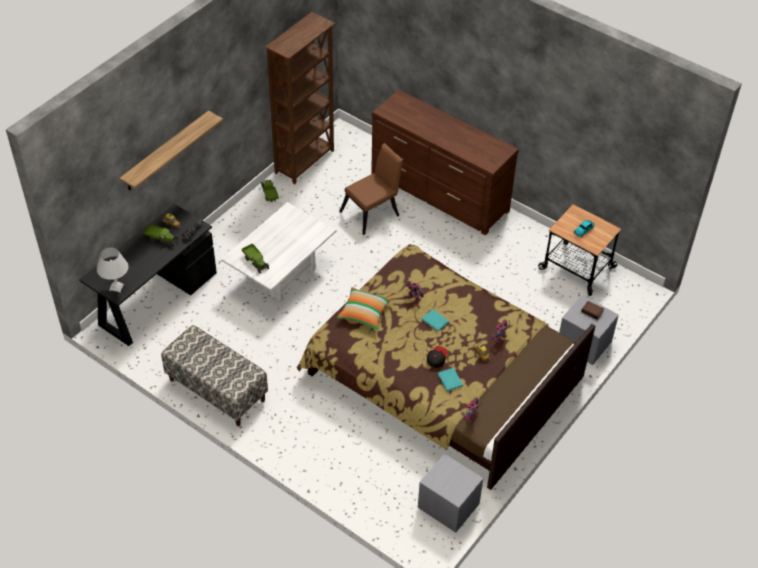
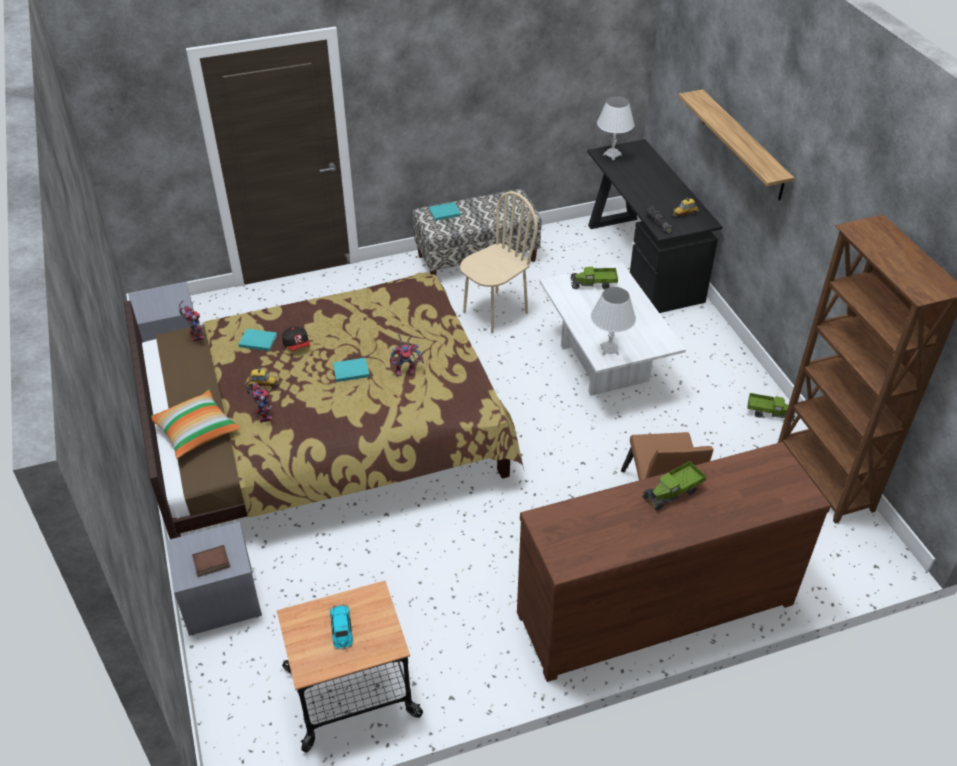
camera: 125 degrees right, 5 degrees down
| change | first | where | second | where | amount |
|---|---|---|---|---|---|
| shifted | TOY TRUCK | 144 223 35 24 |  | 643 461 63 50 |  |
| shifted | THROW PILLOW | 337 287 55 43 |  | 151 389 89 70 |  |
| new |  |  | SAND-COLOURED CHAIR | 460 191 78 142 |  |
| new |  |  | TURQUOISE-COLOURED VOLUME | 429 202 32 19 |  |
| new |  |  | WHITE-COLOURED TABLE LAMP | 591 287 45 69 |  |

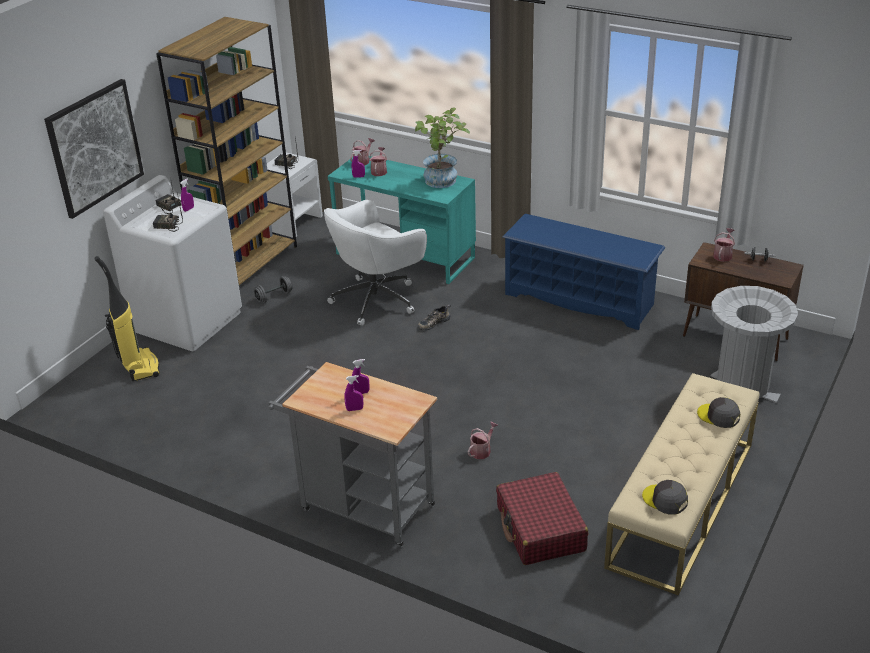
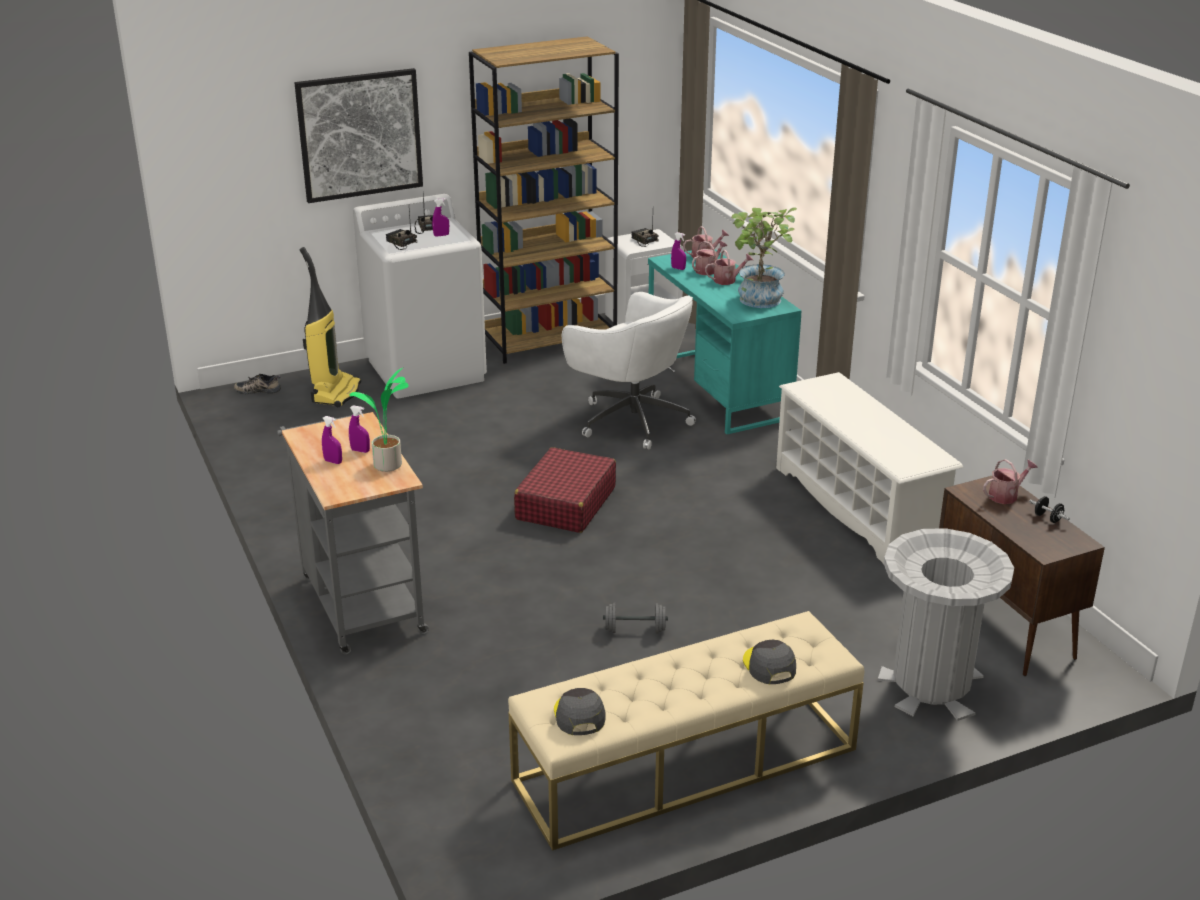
camera: 35 degrees right, 5 degrees down
| change | first | where | second | where | amount |
|---|---|---|---|---|---|
| rotated | WHITE-COLOURED DESK CHAIR | 324 200 103 126 |  | 562 292 134 157 | 135 degrees counterclockwise |
| repainted | BLUISH SHOE SHELF | 502 214 163 116 | WHITE-COLOURED SHOE SHELF | 776 372 187 192 |  |
| shifted | GREYISH DUMBBELL | 254 276 38 27 |  | 603 602 65 32 |  |
| shifted | LOW SHOE | 418 305 33 26 |  | 234 374 47 20 |  |
| shifted | WATERING CAN | 468 422 30 37 |  | 705 250 48 35 |  |
| shifted | RED-COLOURED SUITCASE | 496 472 92 93 |  | 514 447 102 86 |  |
| new |  |  | PLANT IN A POT | 349 367 60 105 |  |

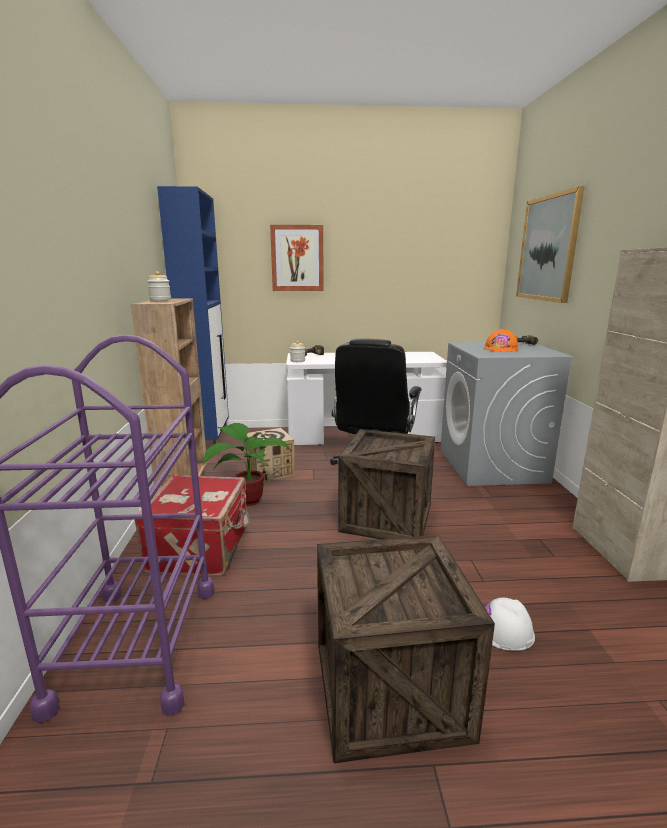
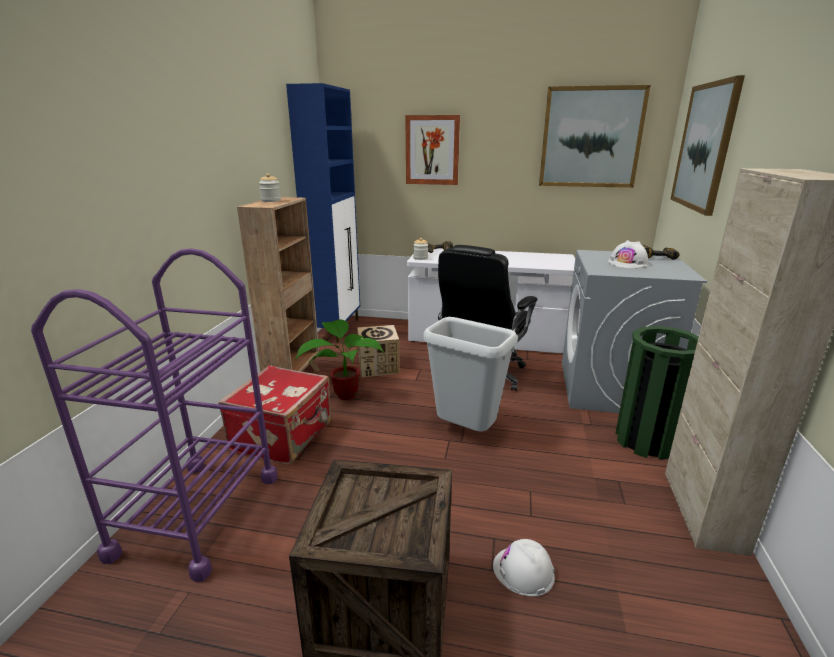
camera: 15 degrees right, 5 degrees up
| change | first | where | second | where | amount |
|---|---|---|---|---|---|
| repainted | ORANGE WORK HELMET | 484 329 35 23 | WHITE-COLOURED WORK HELMET | 608 240 40 28 |  |
| swapped | CRATE | 338 429 97 110 | GREYISH RUBBISH BIN | 423 317 95 114 |  |
| new |  |  | PICTURE | 539 85 112 103 |  |
| new |  |  | GREENISH RUBBISH BIN | 615 326 83 134 |  |

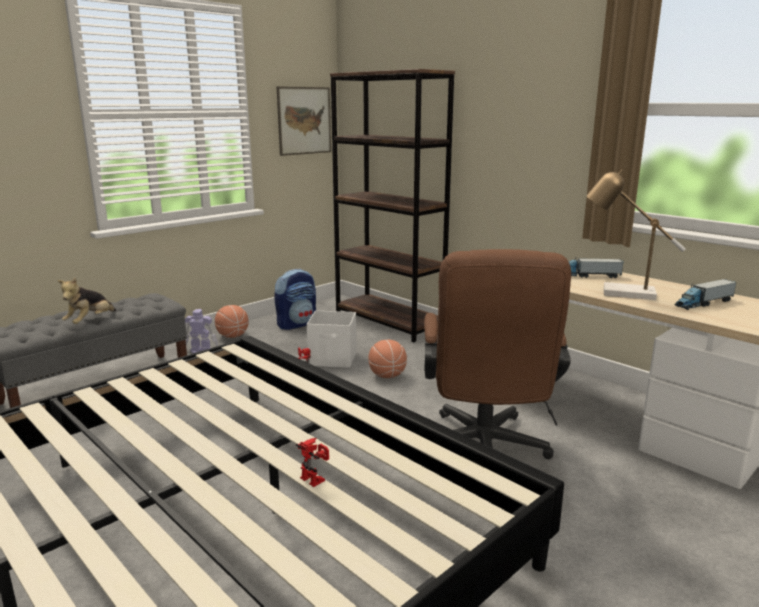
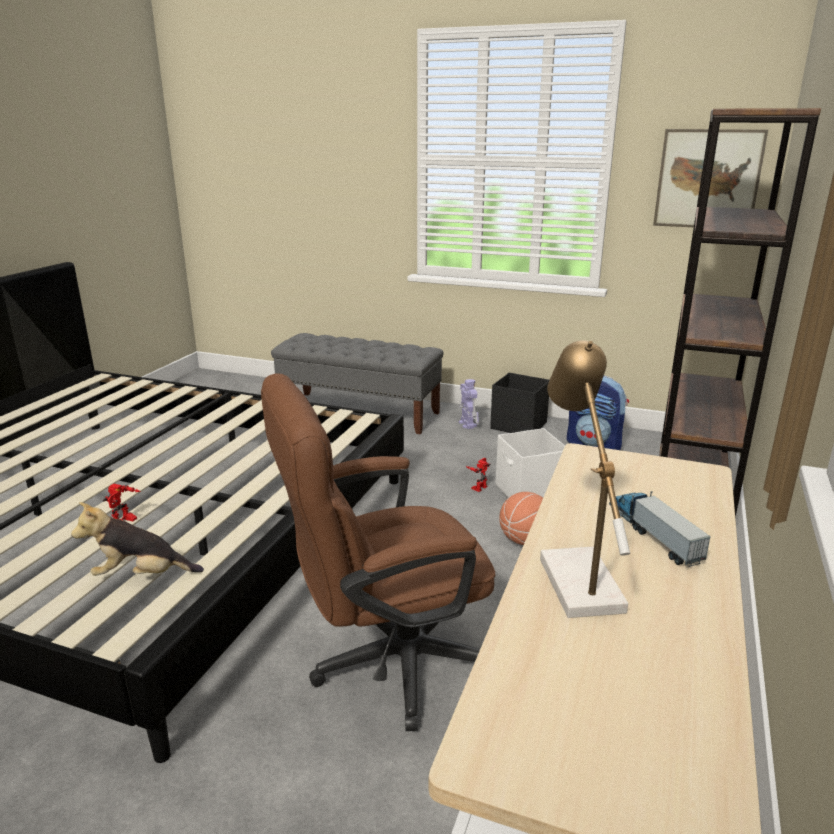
camera: 65 degrees right, 5 degrees up
| change | first | where | second | where | amount |
|---|---|---|---|---|---|
| shifted | CUDDLY TOY | 57 277 59 47 |  | 71 502 133 74 |  |
| gone | TOY TRUCK | 675 279 62 31 |  |  |  |
| swapped | BALL FOR BASKETBALL | 215 305 34 33 | BLACK STORAGE CONTAINER | 490 373 59 60 |  |

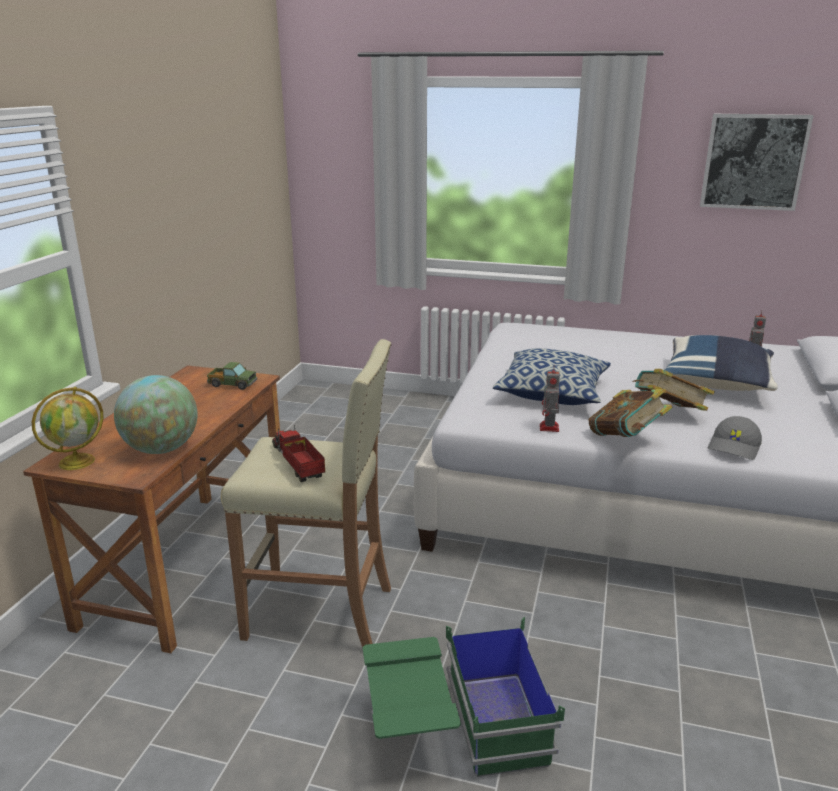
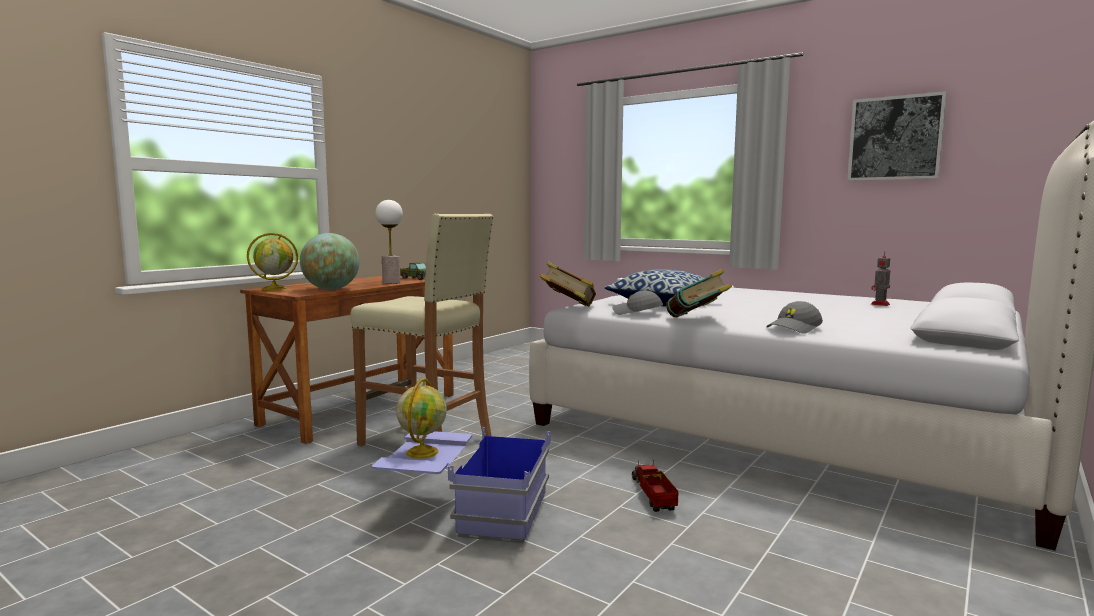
camera: 20 degrees right, 15 degrees down
| change | first | where | second | where | amount |
|---|---|---|---|---|---|
| gone | BLUISH THROW PILLOW | 665 335 113 56 |  |  |  |
| shifted | VOLUME | 632 369 83 42 |  | 540 262 56 45 |  |
| swapped | TOY ROBOT | 540 370 20 62 | GREYISH PEAKED CAP | 612 290 51 25 |  |
| shifted | TOY TRUCK | 272 425 53 57 |  | 632 460 47 52 |  |
| repainted | GREENISH STORAGE CONTAINER | 363 617 202 160 | BLUISH STORAGE CONTAINER | 372 427 179 116 |  |
| new |  |  | TABLE LAMP | 375 200 28 84 |  |
| new |  |  | WORLD GLOBE | 396 378 51 81 |  |

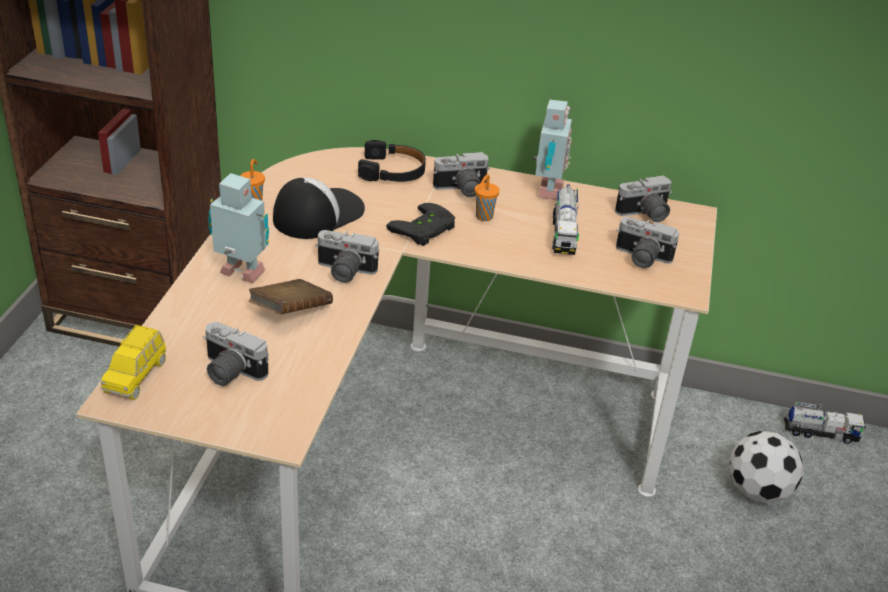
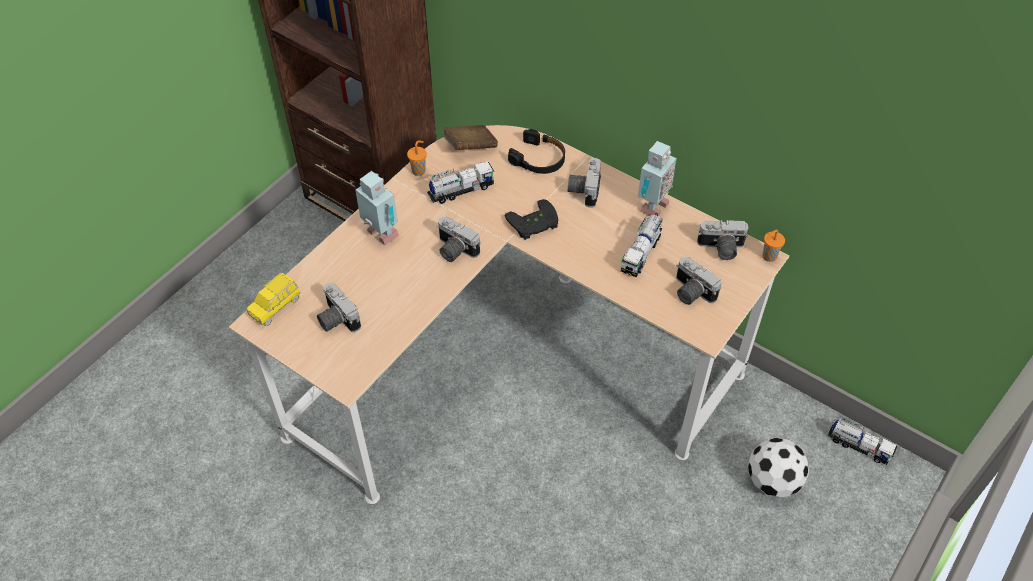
camera: 25 degrees right, 15 degrees up
| change | first | where | second | where | amount |
|---|---|---|---|---|---|
| rotated | PHOTO CAMERA | 433 152 57 45 |  | 568 158 33 50 | 90 degrees clockwise |
| shifted | ORANGE DRINKING CUP | 475 174 25 47 |  | 762 230 23 32 |  |
| swapped | PEAKED CAP | 273 177 92 62 | TOY TRUCK | 427 161 67 43 |  |
| shifted | BROWN VOLUME | 249 279 84 36 |  | 443 125 55 25 |  |

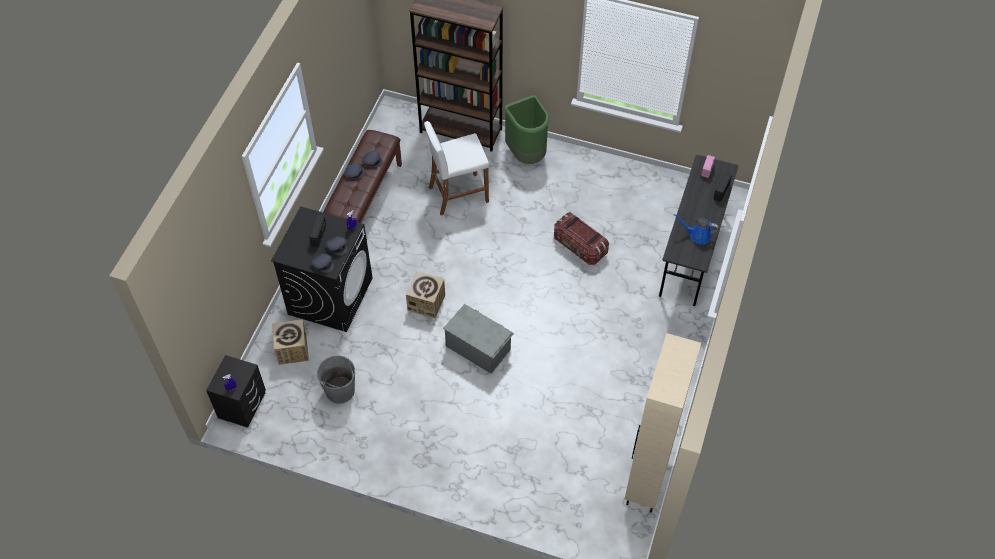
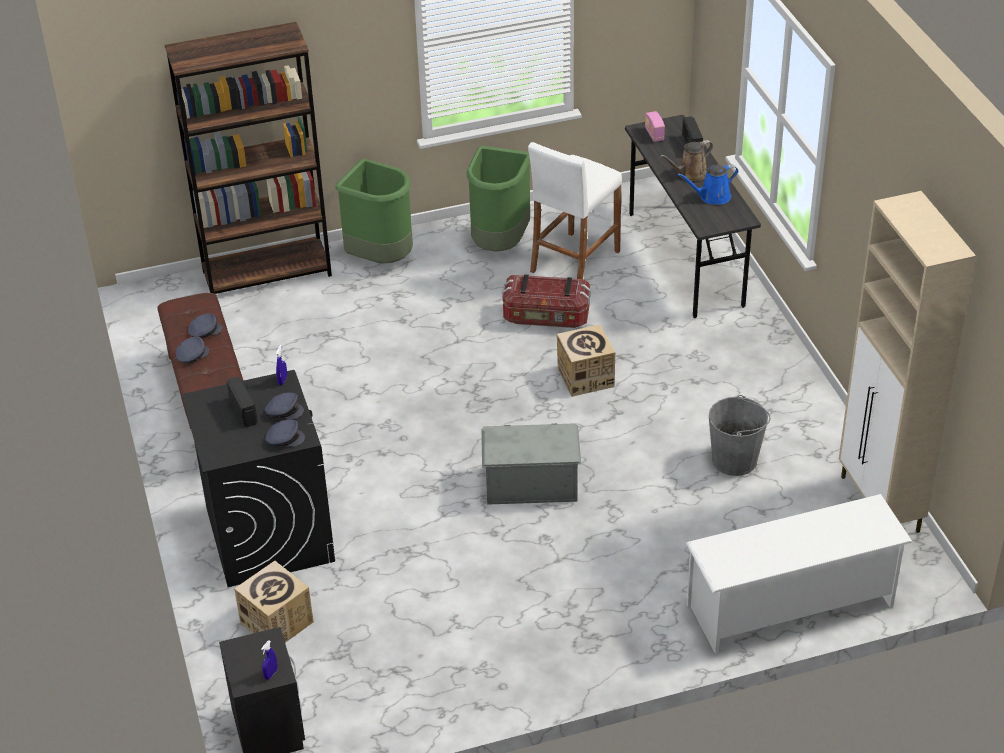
camera: 35 degrees left, 15 degrees down
| change | first | where | second | where | amount |
|---|---|---|---|---|---|
| shifted | WHITE-COLOURED STOOL | 424 121 65 94 |  | 528 142 94 137 |  |
| shifted | CARDBOARD BOX | 406 271 39 48 |  | 557 325 58 72 |  |
| shifted | GREYISH WATER BUCKET | 317 355 38 49 |  | 709 395 62 81 |  |
| new |  |  | BROWN WATERING CAN | 660 140 53 41 |  |
| new |  |  | GREENISH RUBBISH BIN | 467 146 63 105 |  |
| new |  |  | WHITE-COLOURED SHOE SHELF | 686 494 227 160 |  |

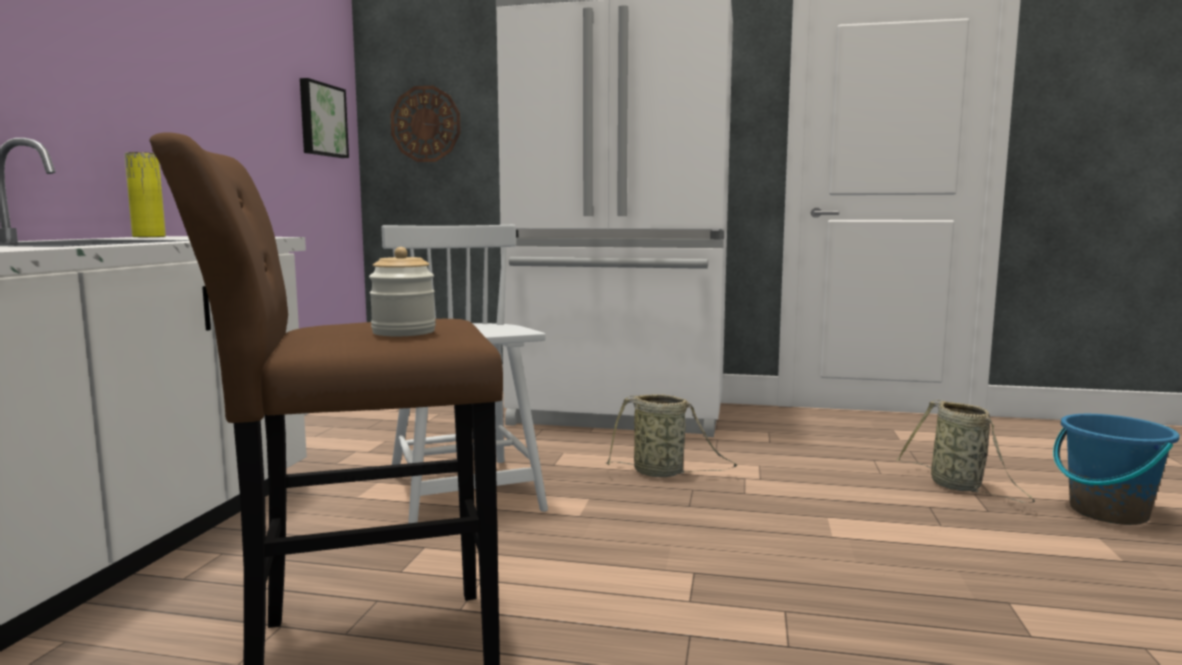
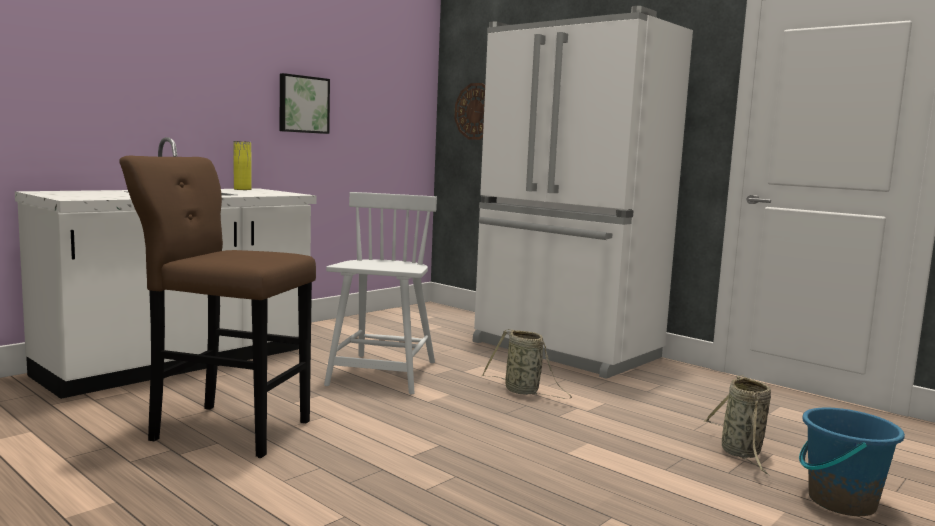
camera: 30 degrees right, 0 degrees up
| change | first | where | second | where | amount |
|---|---|---|---|---|---|
| shifted | PICTURE | 300 78 49 80 |  | 280 73 50 61 |  |
| gone | PRESERVE JAR | 369 247 67 89 |  |  |  |

